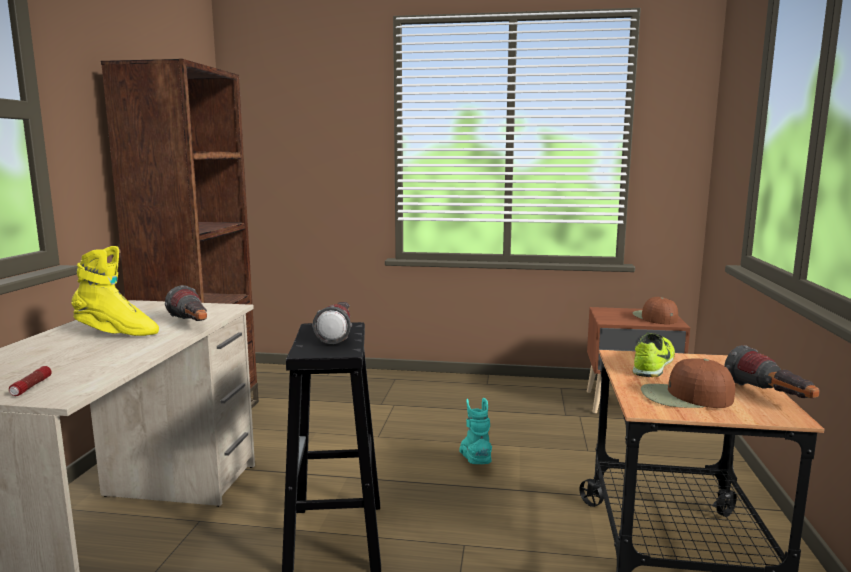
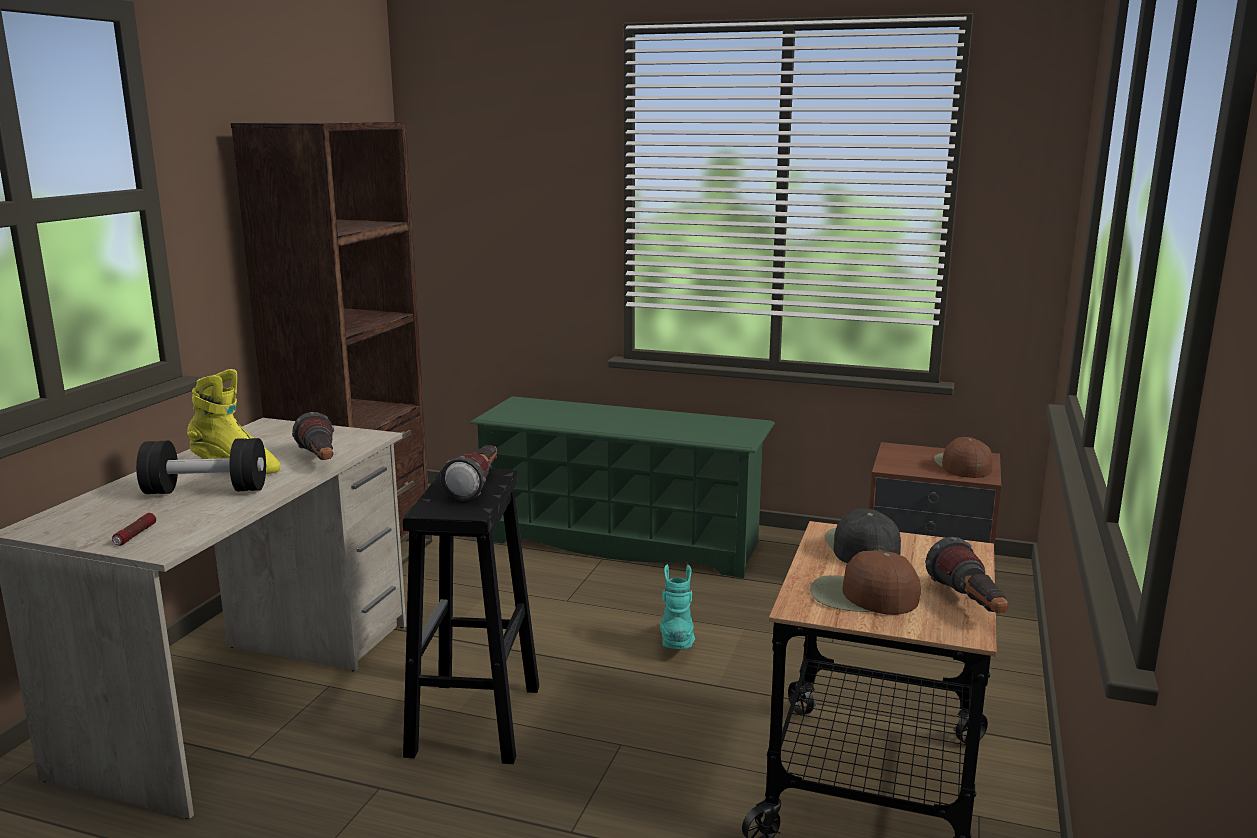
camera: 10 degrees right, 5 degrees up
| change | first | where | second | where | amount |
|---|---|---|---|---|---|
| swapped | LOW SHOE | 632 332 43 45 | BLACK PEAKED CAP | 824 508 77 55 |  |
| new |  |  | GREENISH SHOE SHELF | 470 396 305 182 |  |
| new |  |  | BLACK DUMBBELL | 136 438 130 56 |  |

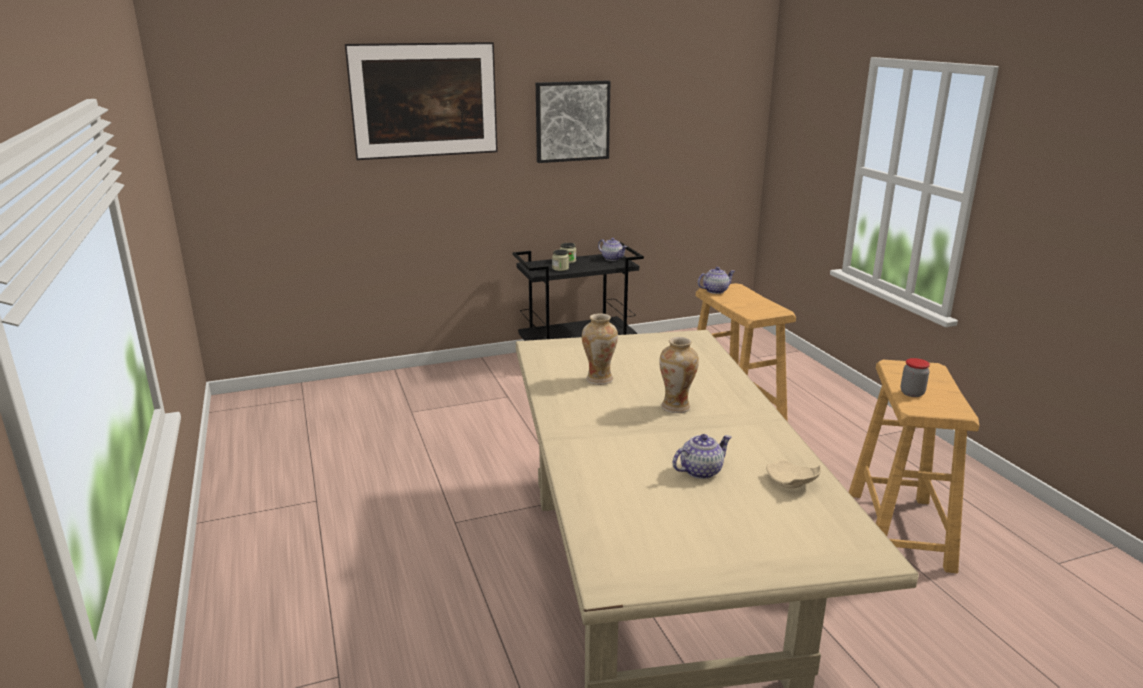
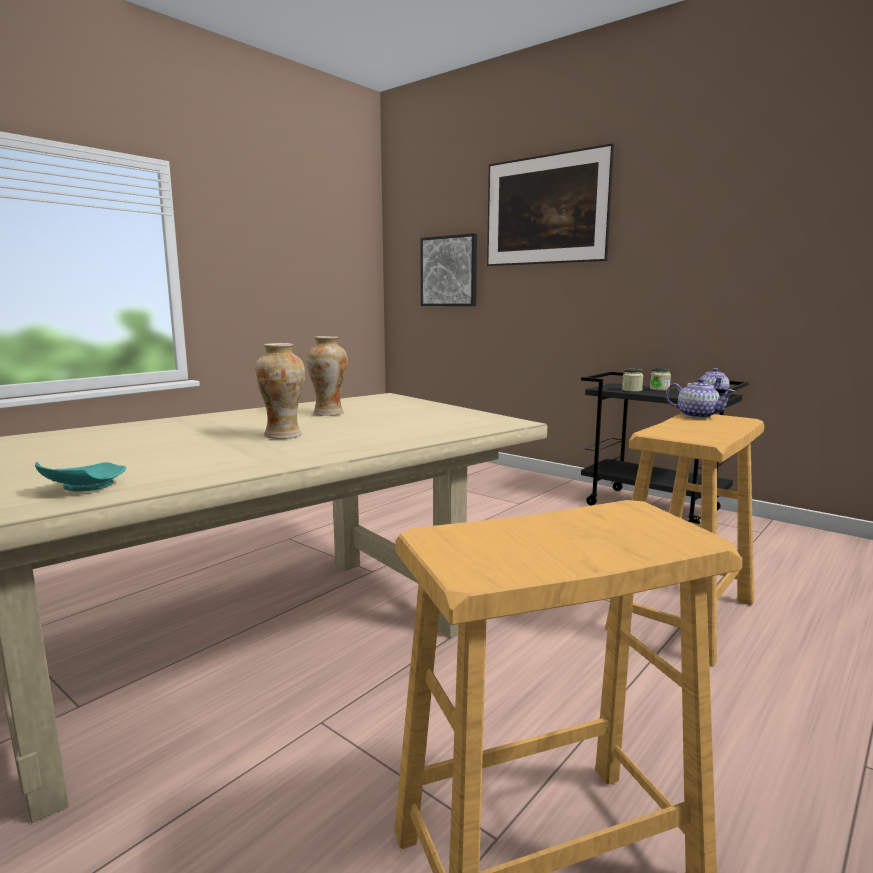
camera: 60 degrees right, 10 degrees down
| change | first | where | second | where | amount |
|---|---|---|---|---|---|
| shifted | PICTURE | 536 81 75 82 |  | 420 233 57 73 |  |
| gone | PRESERVE JAR | 901 358 29 39 |  |  |  |
| gone | POT FOR TEA | 673 434 58 45 |  |  |  |
| repainted | SAND-COLOURED DINNER PLATE | 766 460 55 29 | TURQUOISE-COLOURED DINNER PLATE | 35 462 91 29 |  |

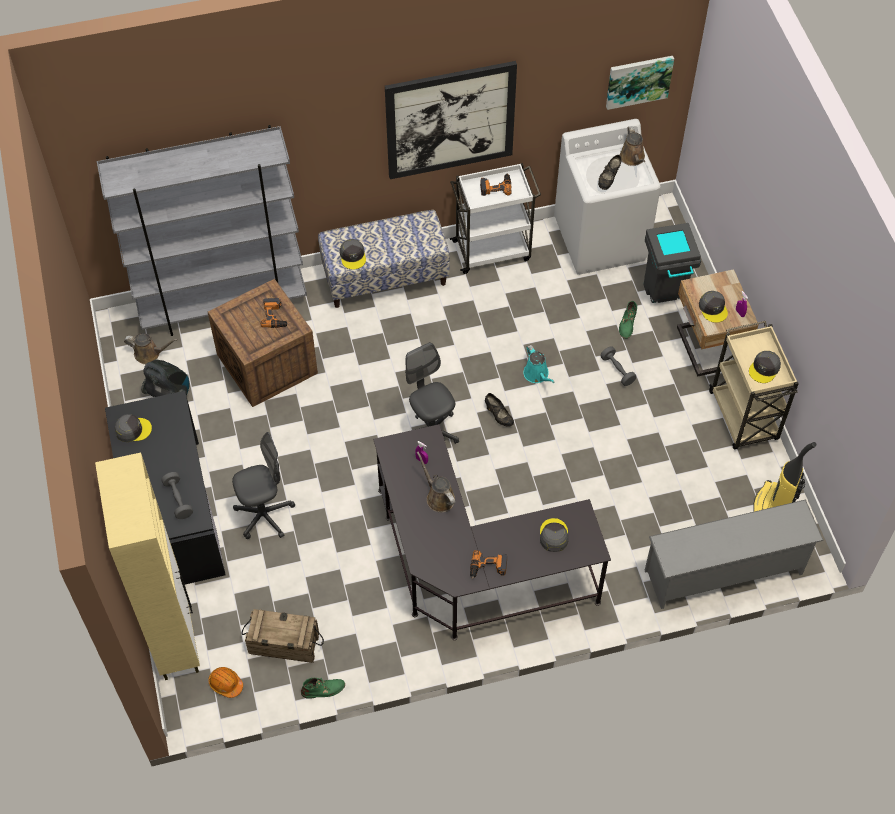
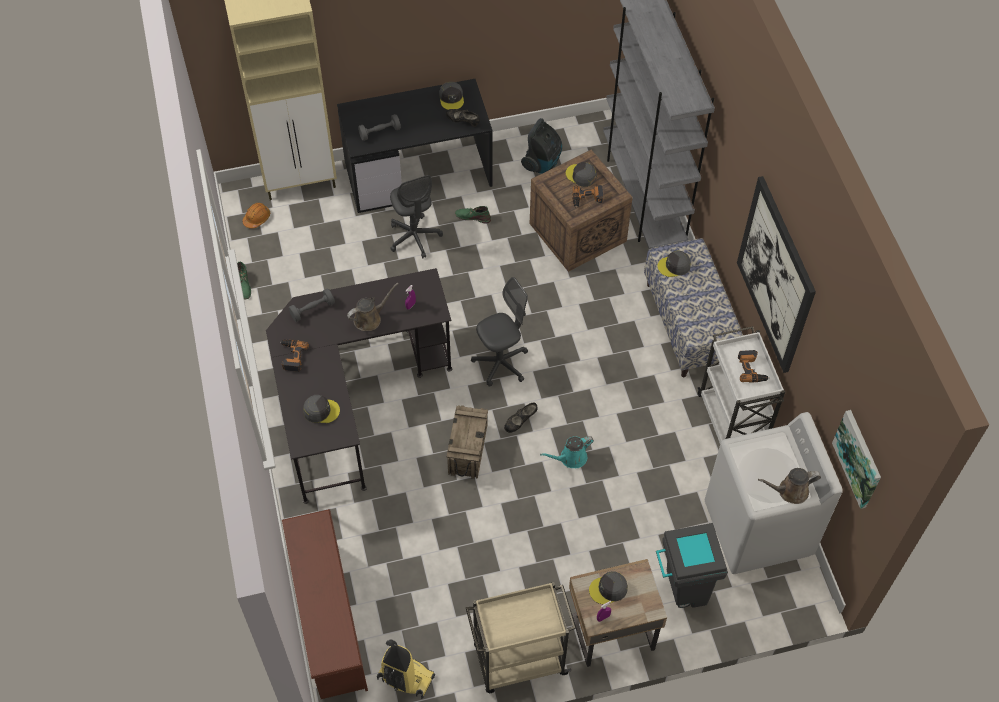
camera: 90 degrees right, 0 degrees up
| change | first | where | second | where | amount |
|---|---|---|---|---|---|
| shifted | BLACK LOW SHOE | 598 155 23 35 |  | 446 109 34 18 |  |
| shifted | GREENISH HIGH-TOP BOOT | 619 301 18 38 |  | 455 206 36 18 |  |
| gone | BROWN WATERING CAN | 124 333 54 31 |  |  |  |
| shifted | GREYISH DUMBBELL | 600 347 37 39 |  | 289 288 46 34 |  |
| shifted | GREYISH PEAKED CAP | 749 351 32 32 |  | 566 162 31 25 |  |
| repainted | GREYISH SHOE SHELF | 645 499 179 110 | BROWN SHOE SHELF | 282 509 86 190 |  |
| shifted | CRATE | 242 609 82 54 |  | 446 405 42 74 |  |

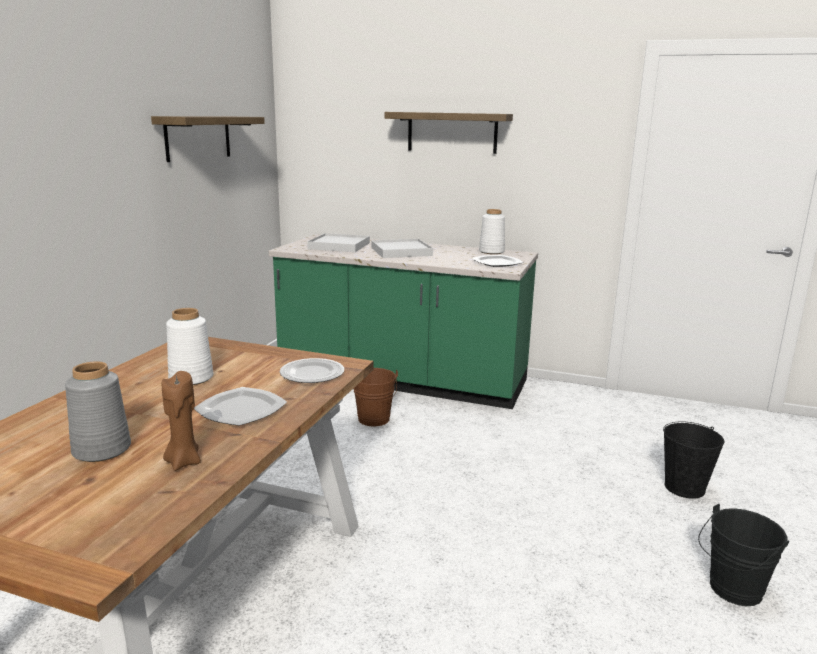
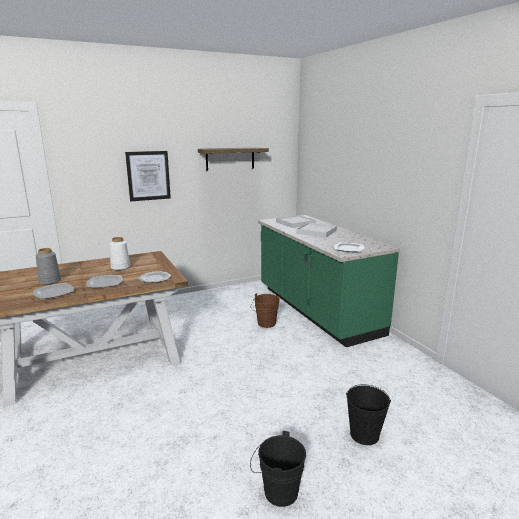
camera: 45 degrees right, 0 degrees up
| change | first | where | second | where | amount |
|---|---|---|---|---|---|
| gone | SHELF | 384 112 129 42 |  |  |  |
| gone | WHITE-COLOURED FLOWER VASE | 479 209 26 45 |  |  |  |
| swapped | BROWN WAX LIGHT | 162 371 39 100 | DINNER PLATE | 33 283 41 16 |  |
| new |  |  | PICTURE | 125 151 46 50 |  |

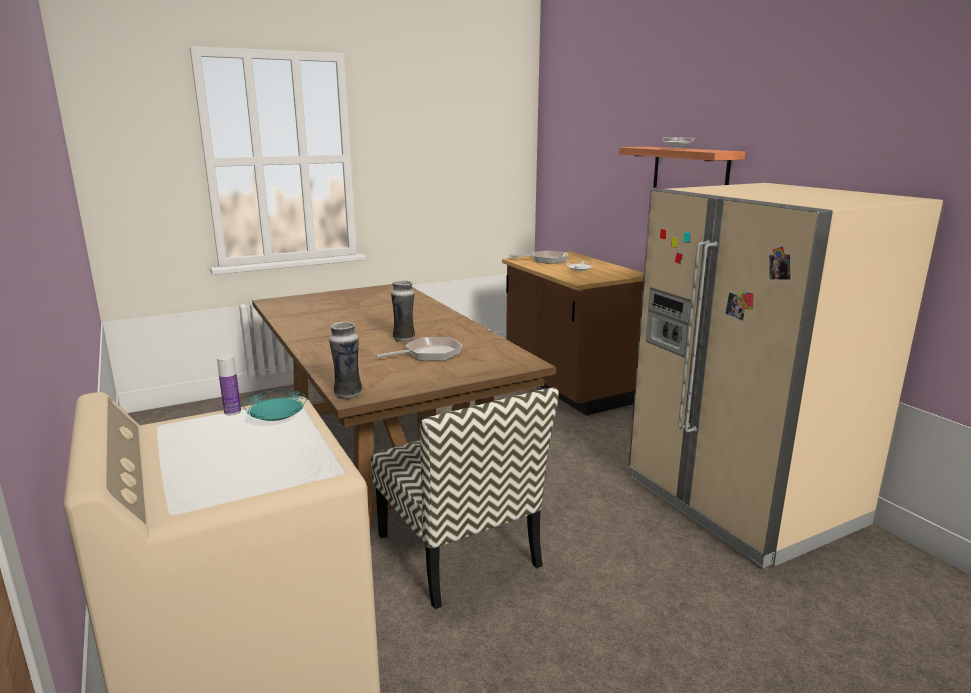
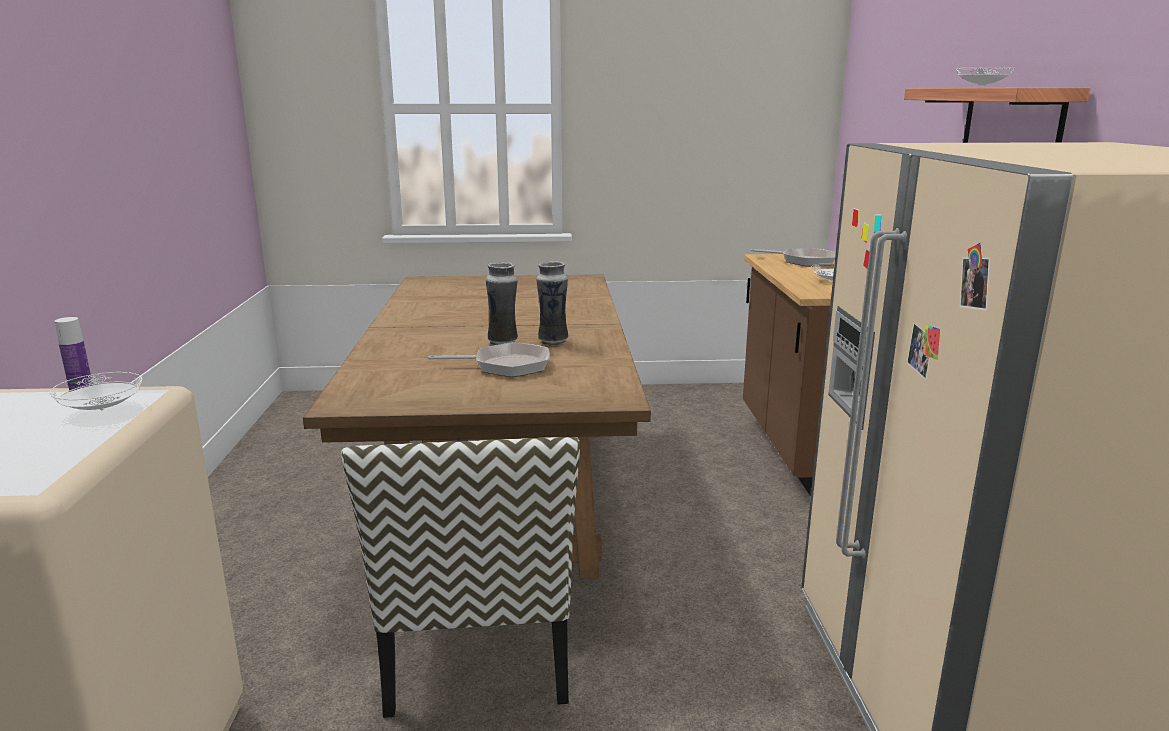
camera: 25 degrees right, 0 degrees up
| change | first | where | second | where | amount |
|---|---|---|---|---|---|
| shifted | FLOWER VASE | 329 322 33 77 |  | 537 261 31 85 |  |
| repainted | TURQUOISE-COLOURED DINNER PLATE | 243 390 64 31 | WHITE-COLOURED DINNER PLATE | 49 372 93 38 |  |

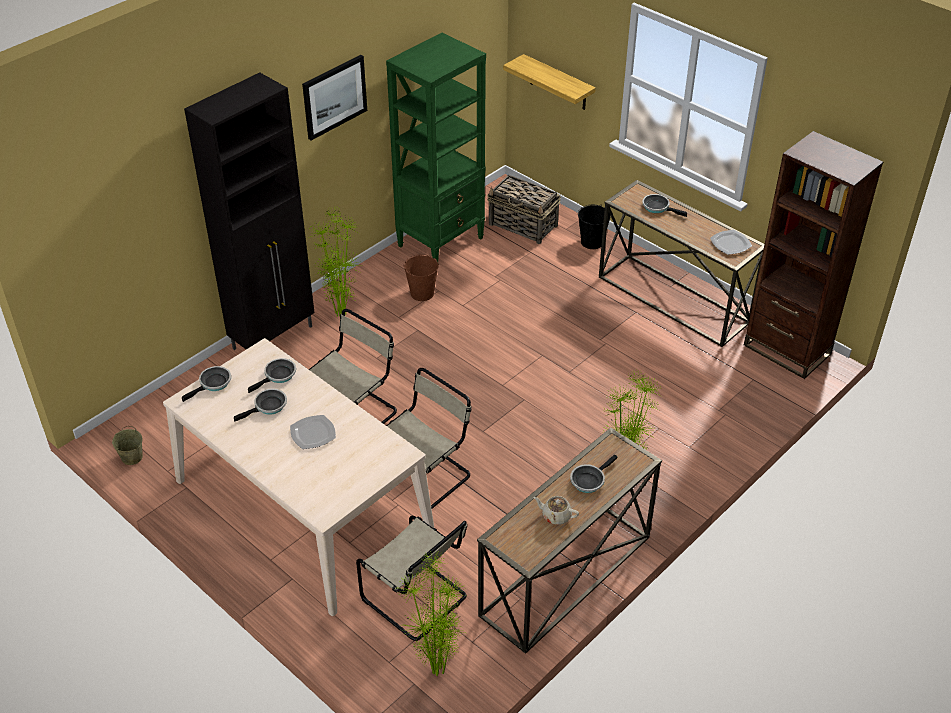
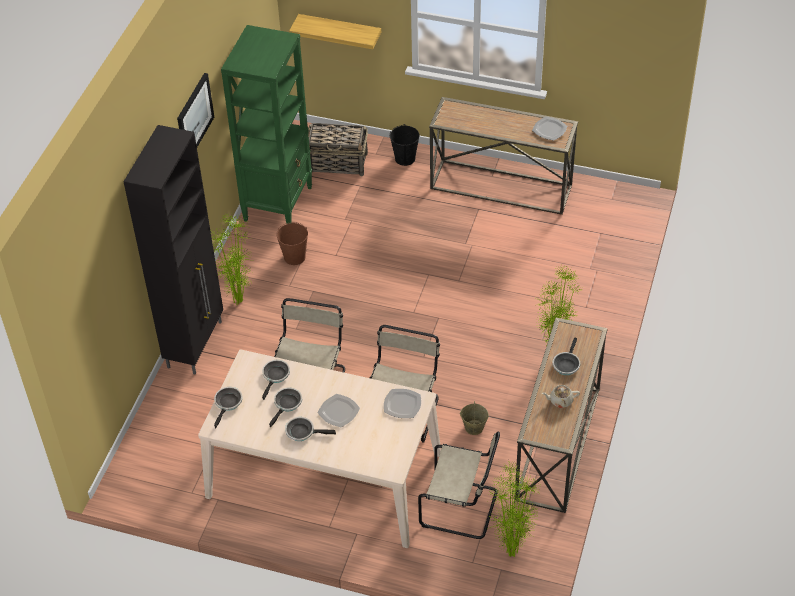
camera: 25 degrees left, 5 degrees up
| change | first | where | second | where | amount |
|---|---|---|---|---|---|
| gone | BROWN BOOKCASE | 744 131 139 248 |  |  |  |
| shifted | FRYING PAN | 642 194 45 23 |  | 285 417 51 24 |  |
| shifted | SAND-COLOURED WATER BUCKET | 112 426 31 39 |  | 460 401 29 34 |  |
| new |  |  | DINNER PLATE | 384 389 37 29 |  |

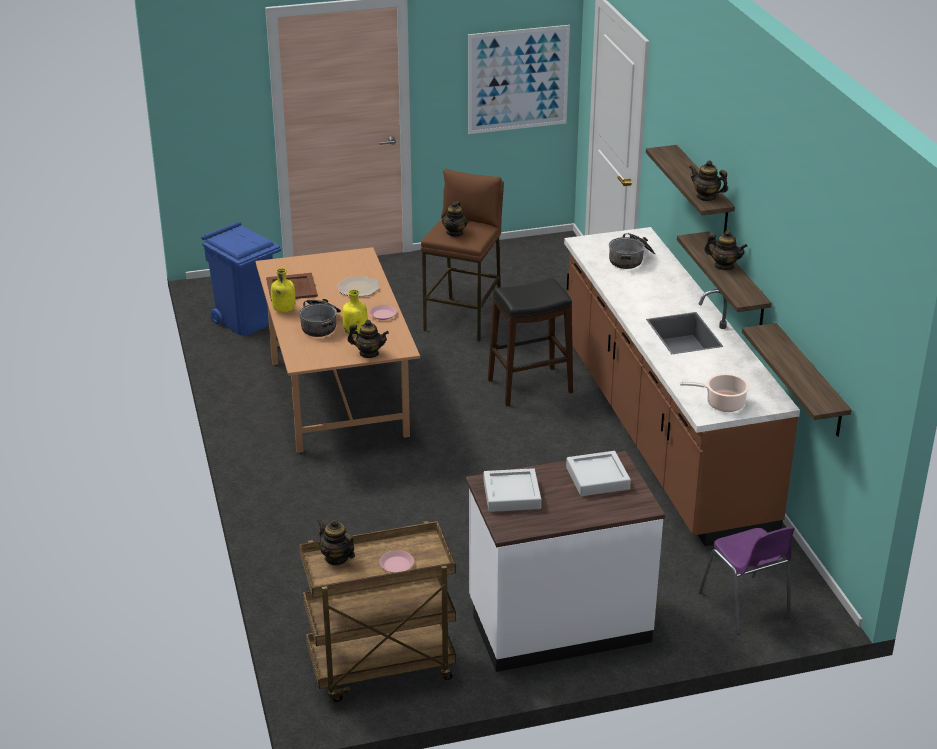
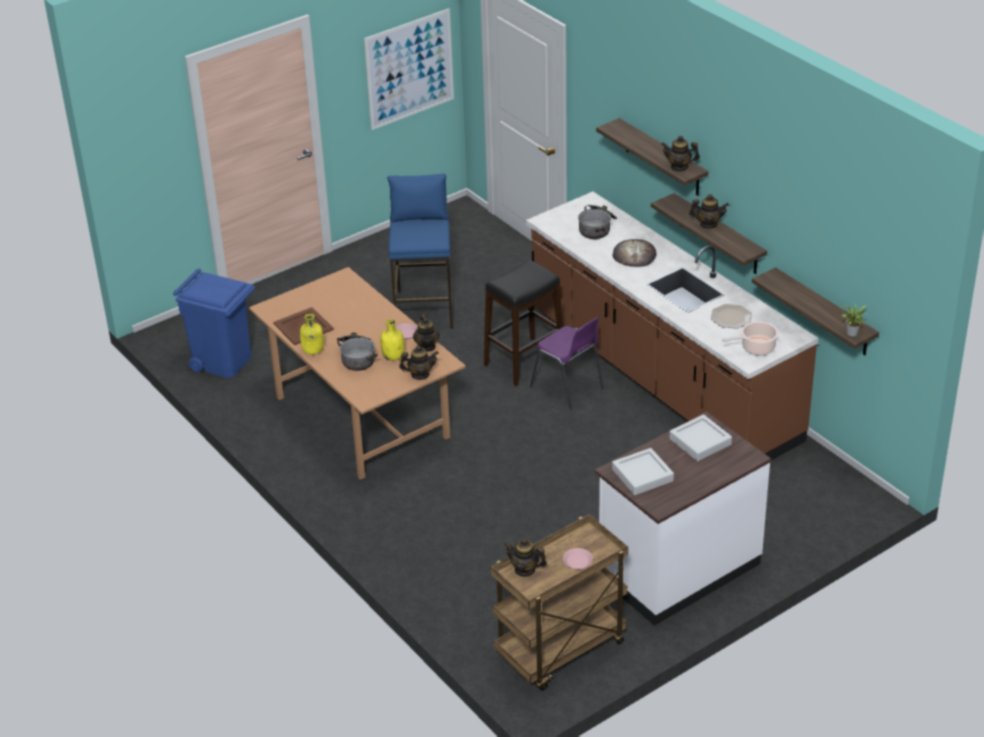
camera: 20 degrees left, 5 degrees up
| change | first | where | second | where | amount |
|---|---|---|---|---|---|
| repainted | BROWN STOOL | 421 169 83 173 | BLUISH STOOL | 387 173 66 156 |  |
| shifted | POT FOR TEA | 442 201 26 36 |  | 413 314 27 38 |  |
| shifted | DINNER PLATE | 338 276 42 21 |  | 710 304 42 25 |  |
| shifted | PURPLE CHAIR | 698 526 97 109 |  | 530 317 74 93 |  |
| new |  |  | BAKED BREAD | 612 239 45 28 |  |
| new |  |  | PLANT IN A POT | 839 303 27 33 |  |

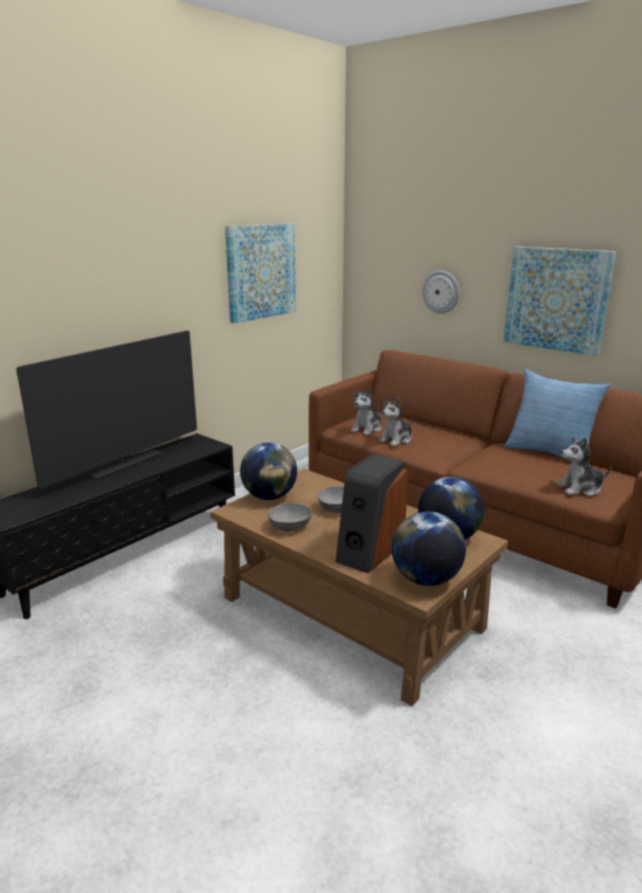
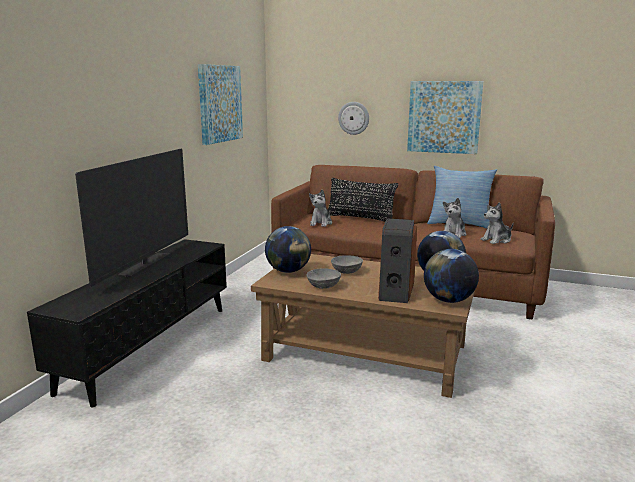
camera: 20 degrees left, 5 degrees down
| change | first | where | second | where | amount |
|---|---|---|---|---|---|
| shifted | CUDDLY TOY | 378 397 34 49 |  | 443 198 23 40 |  |
| new |  |  | BLACK THROW PILLOW | 328 178 70 44 |  |

